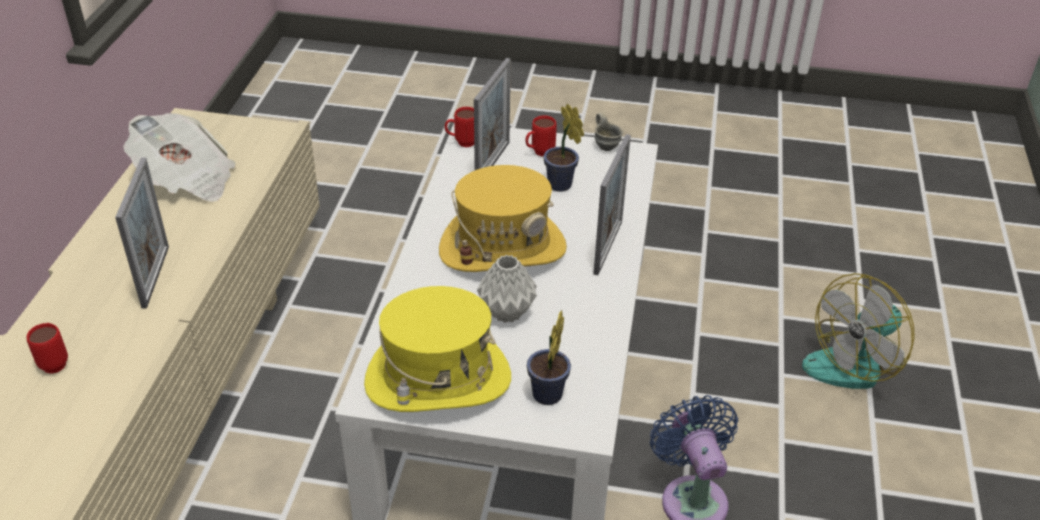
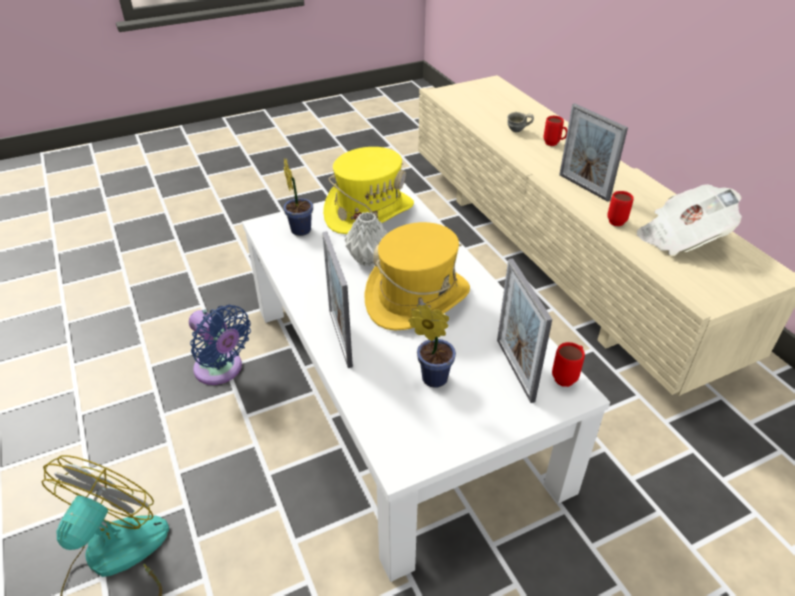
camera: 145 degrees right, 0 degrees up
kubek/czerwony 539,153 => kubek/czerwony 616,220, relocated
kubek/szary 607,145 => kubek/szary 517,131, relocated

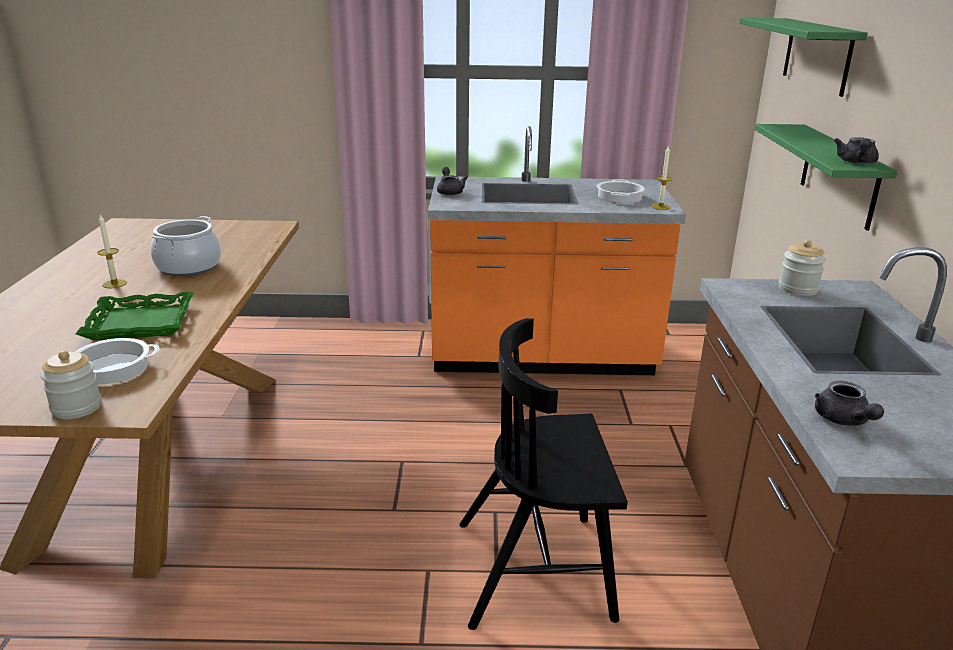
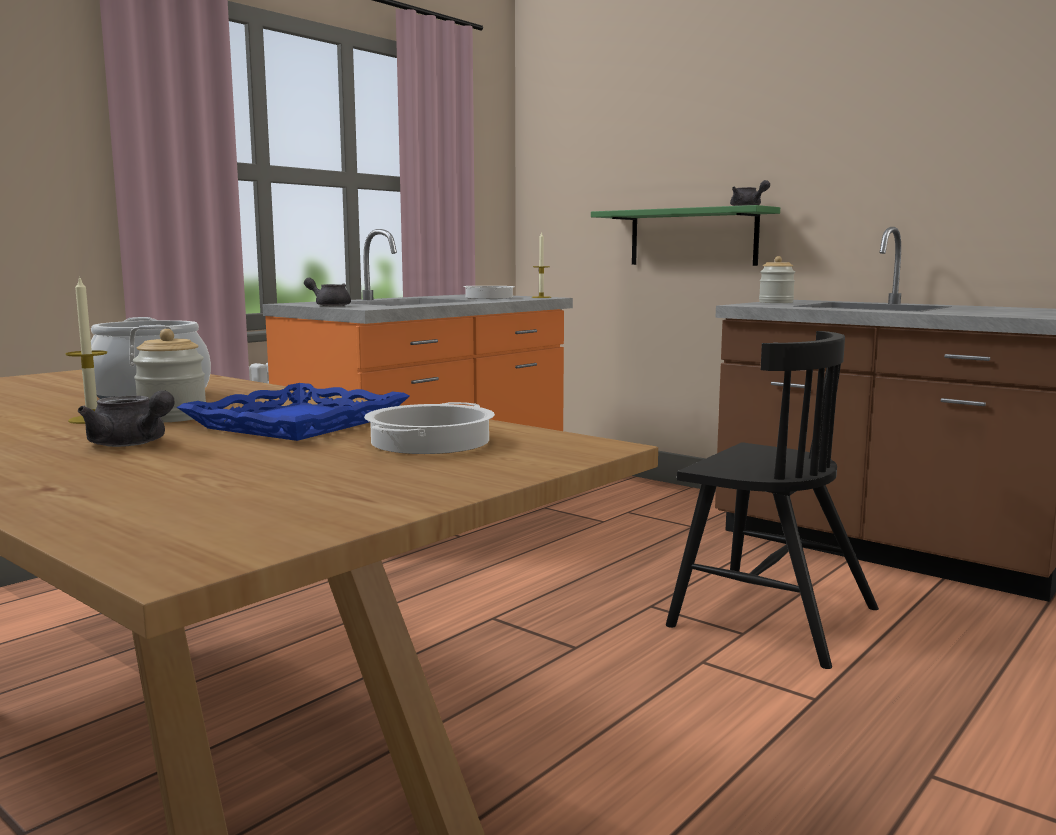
camera: 50 degrees left, 15 degrees down
półka/zielony 817,55 => nothing
słoik 76,407 => słoik 173,417, relocated
imbryk/szary 843,420 => imbryk/szary 132,444, relocated
taca/zielony 140,323 => taca/niebieski 298,423
krzesło/czarny 544,567 => krzesło/czarny 762,614, 90 degrees counterclockwise

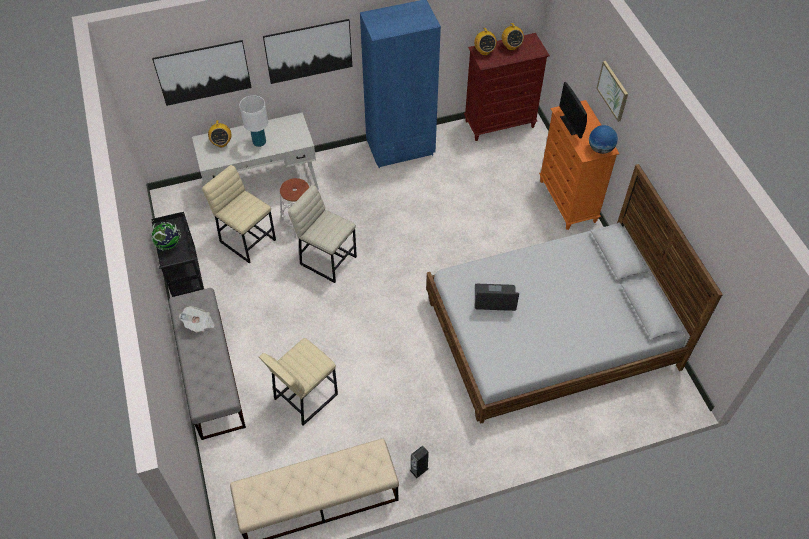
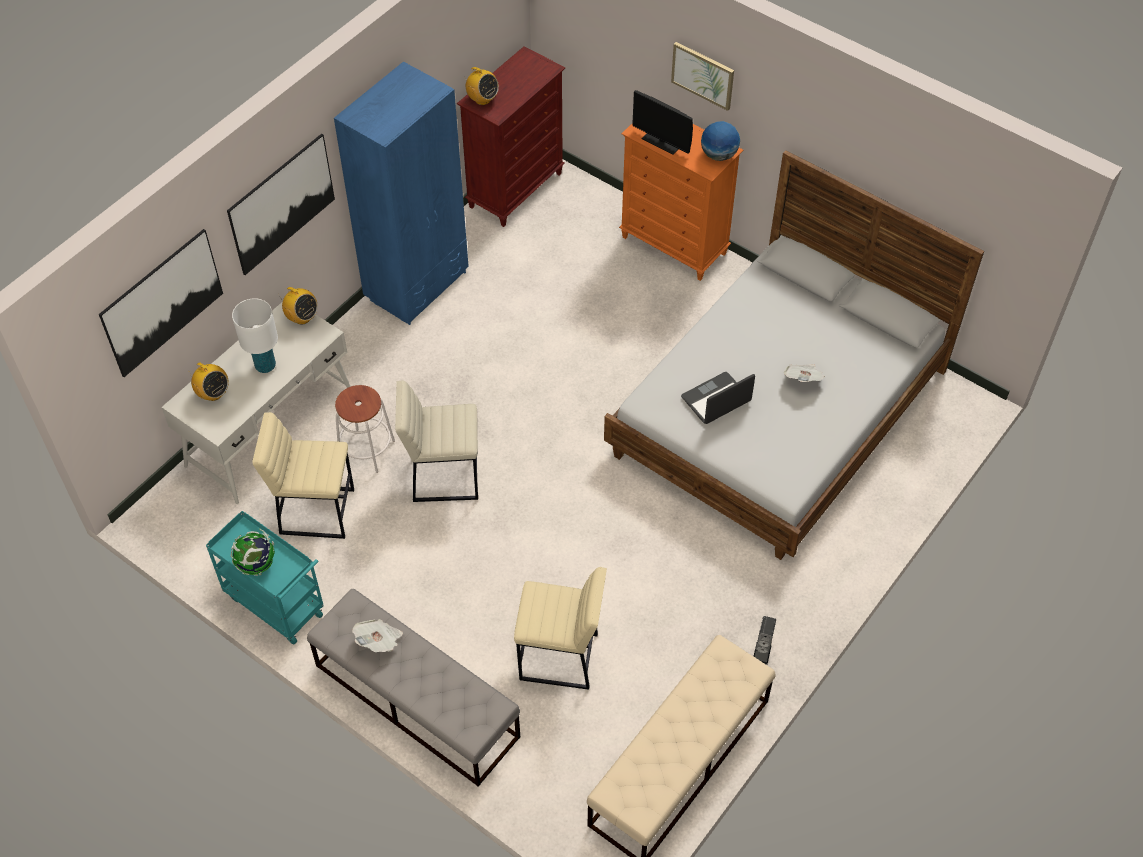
camera: 35 degrees left, 0 degrees up
nothing => gazeta 803,379
radio 511,46 => radio 302,318, relocated
wózek/czarny 186,280 => wózek/turkusowy 278,608
krzesło/beżowy 304,397 => krzesło/beżowy 561,657, 90 degrees counterclockwise

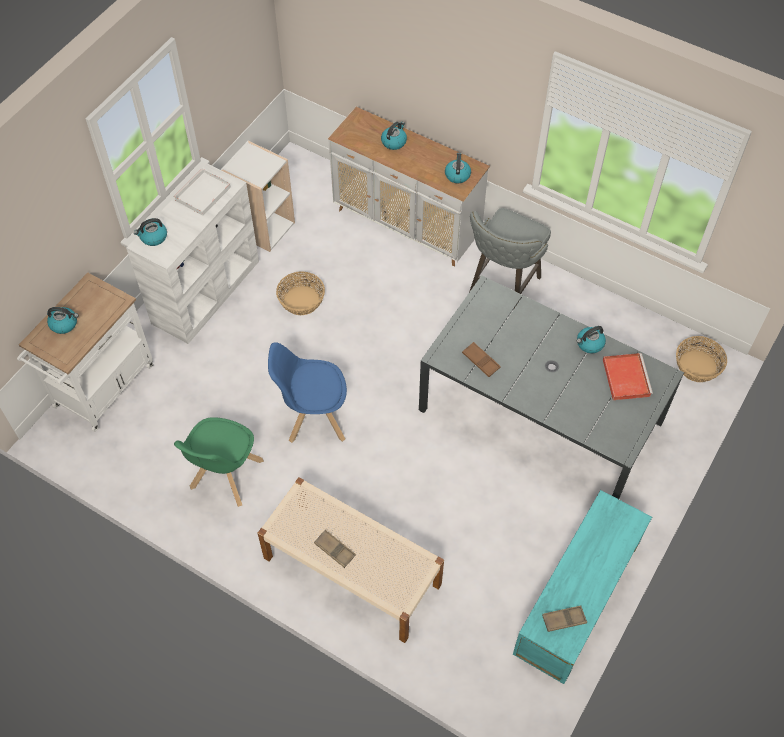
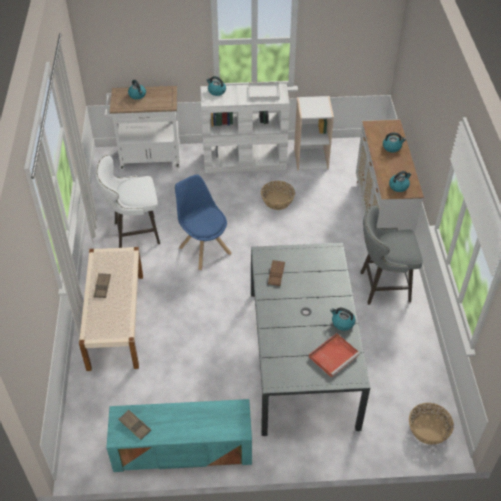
camera: 55 degrees right, 10 degrees down
krzesło/zielony 225,477 => stołek/biały 134,233

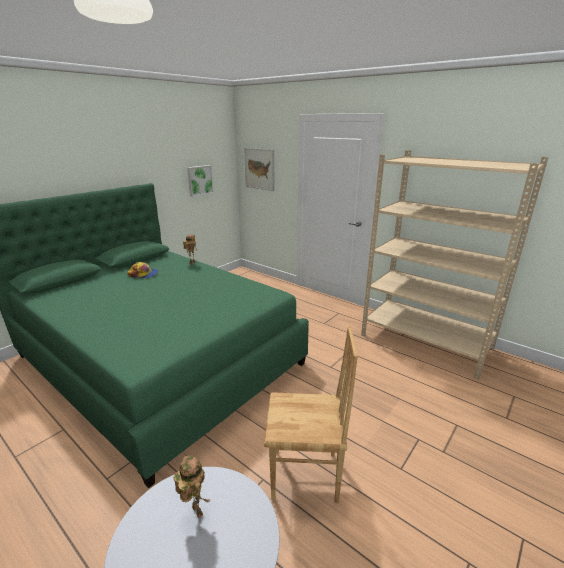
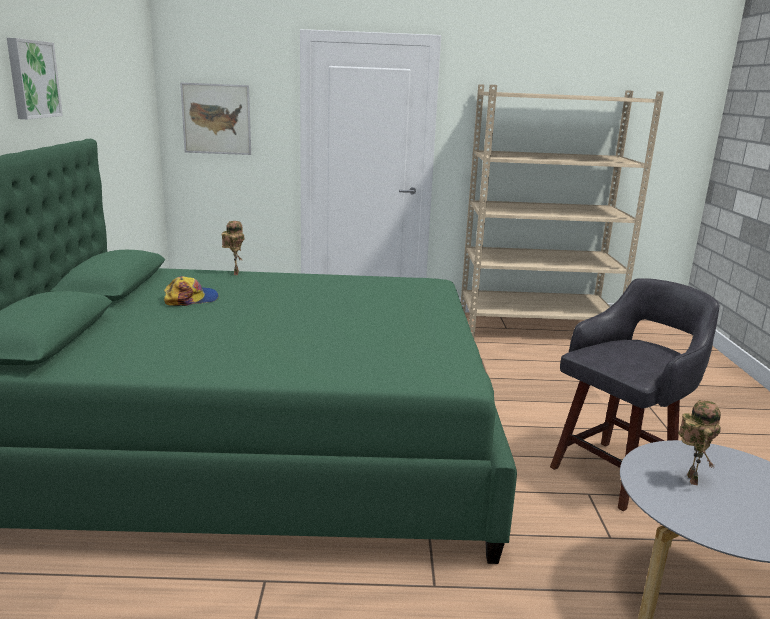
camera: 40 degrees left, 5 degrees down
obraz 199,180 => obraz 32,79, relocated
krzesło/brązowy 305,476 => stołek/szary 617,473
robot zabawkowy 195,511 => robot zabawkowy 689,478, 90 degrees clockwise

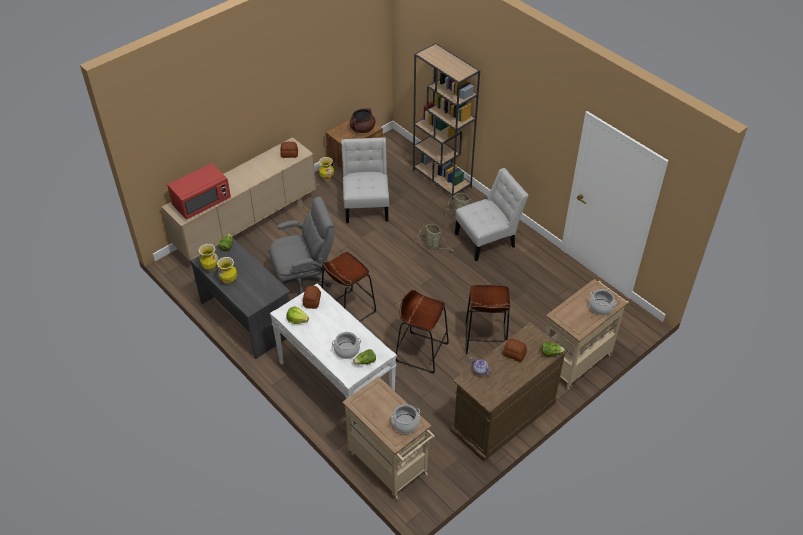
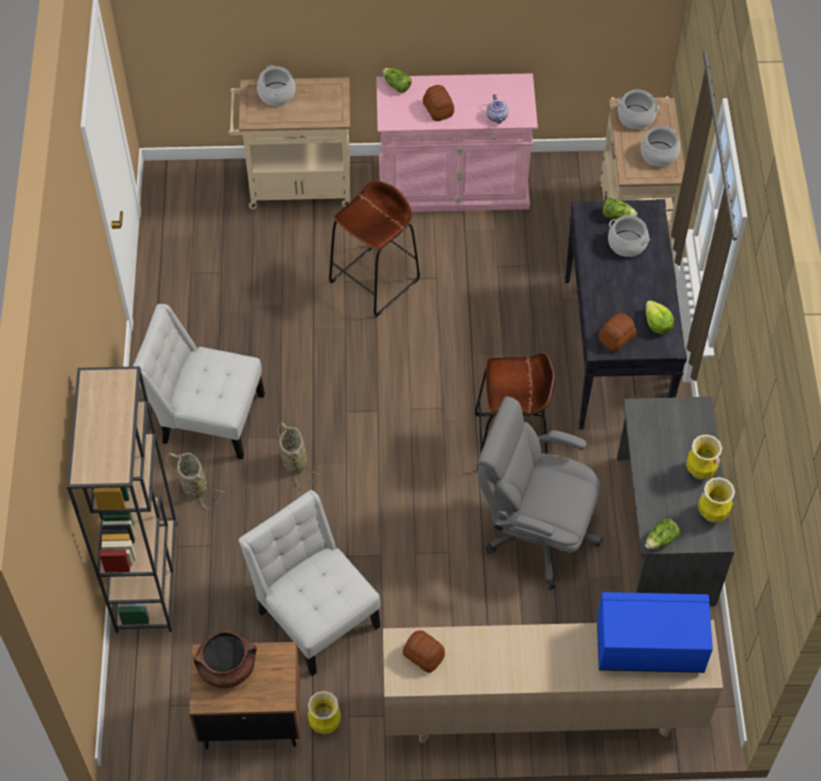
camera: 140 degrees left, 10 degrees up
stołek/brązowy 421,352 => nothing
nothing => garnek 659,154
mikrofalówka/czerwony 202,202 => mikrofalówka/niebieski 649,647
stolik konsolowy/biały 335,382 => stolik konsolowy/czarny 615,352
komoda/brązowy 503,416 => komoda/różowy 453,184
krzesło/biały 366,205 => krzesło/biały 315,613, 105 degrees clockwise

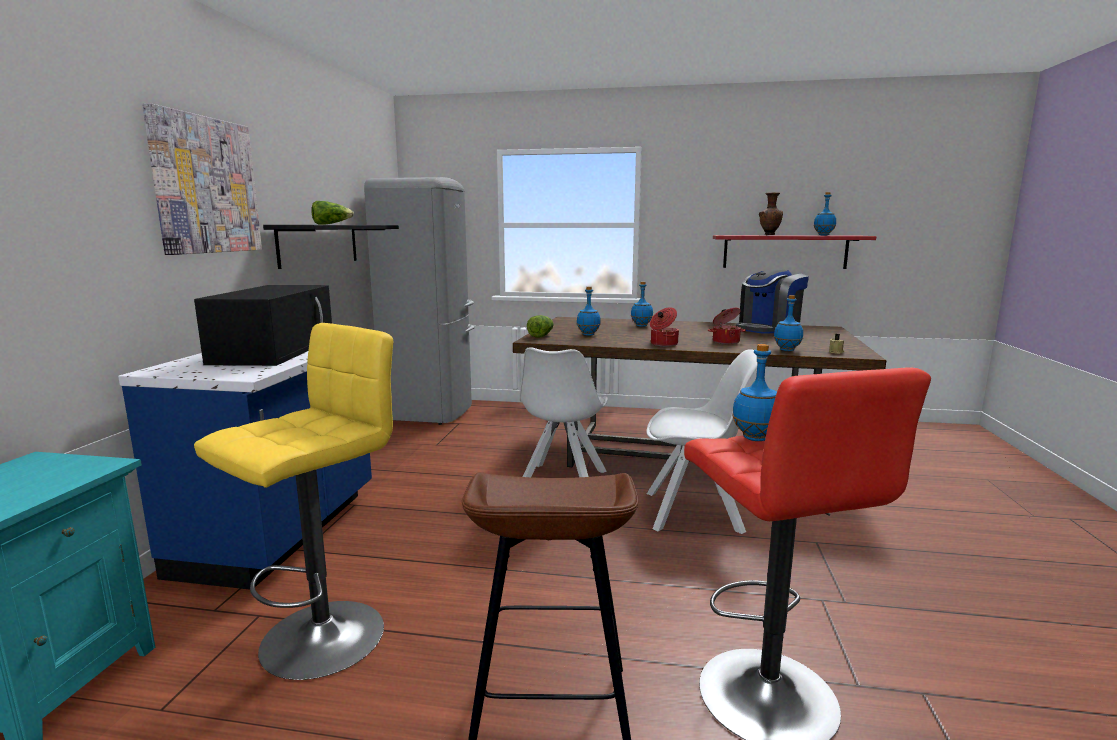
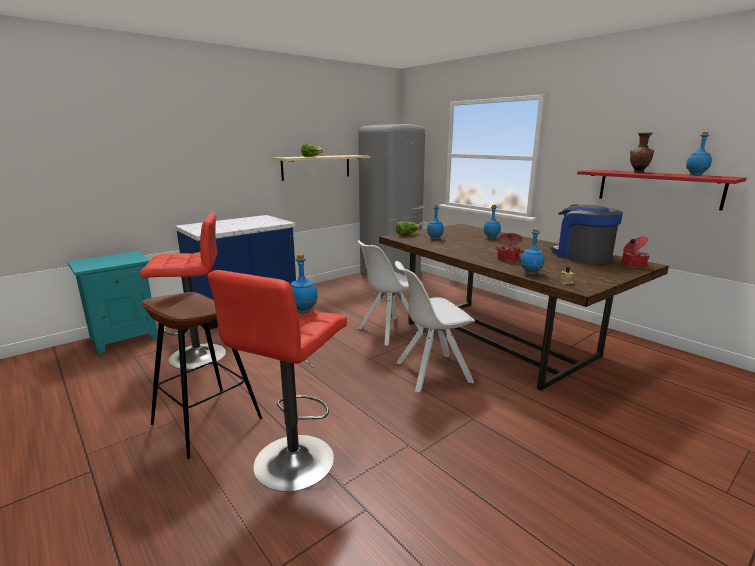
camera: 40 degrees right, 5 degrees up
obraz 206,185 => nothing
mikrofalówka/czarny 275,350 => nothing
garnek 663,344 => garnek 632,265, relocated
stołek/żółty 325,638 => stołek/czerwony 198,356
półka/czarny 319,244 => półka/beżowy 316,167
krzesło/biały 695,512 => krzesło/biały 431,372, 120 degrees clockwise
ekspres do kawy 768,329 => ekspres do kawy 582,256, 60 degrees clockwise

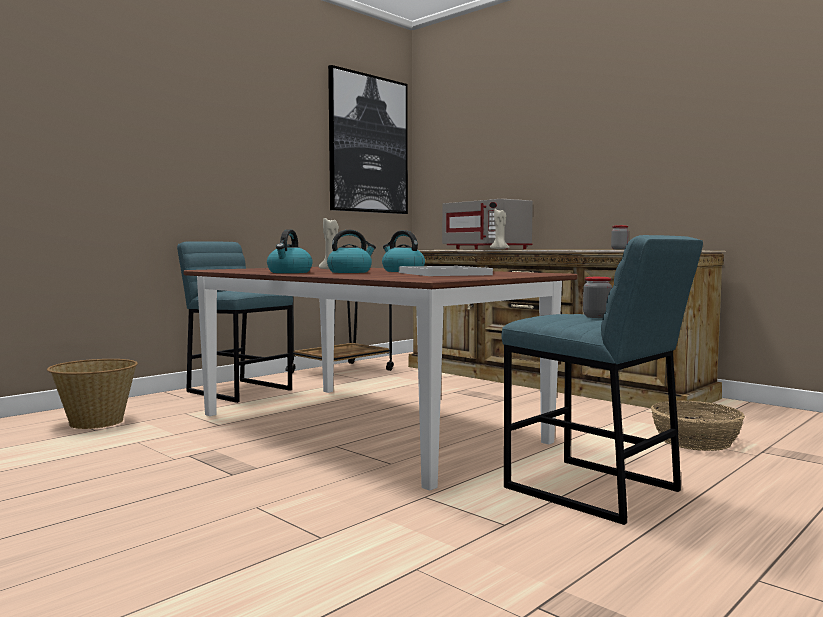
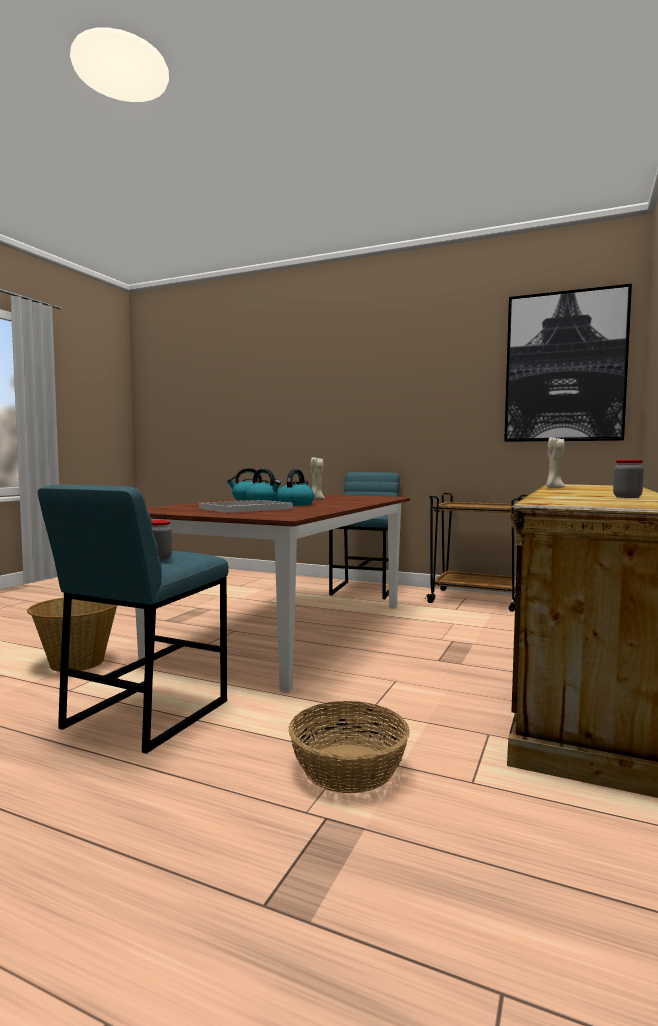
camera: 70 degrees right, 0 degrees up
mikrofalówka/szary 486,249 => nothing
koszyk 95,422 => koszyk 76,663, relocated

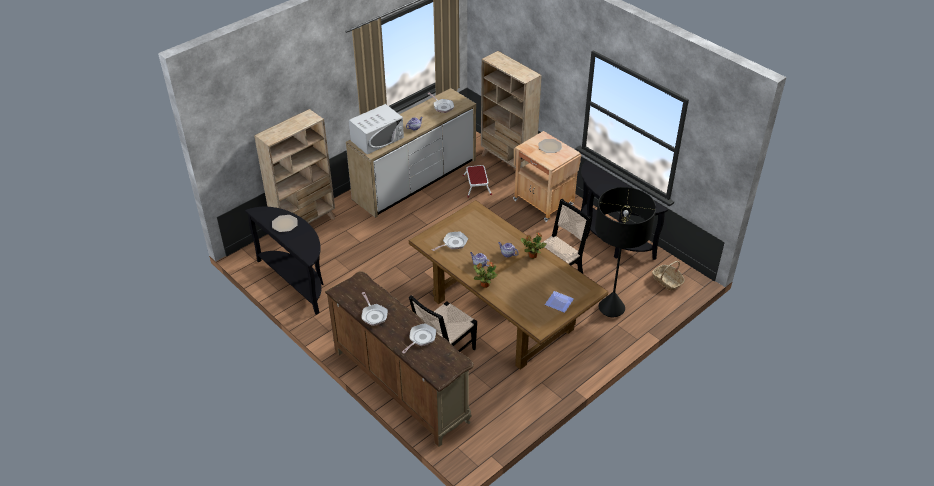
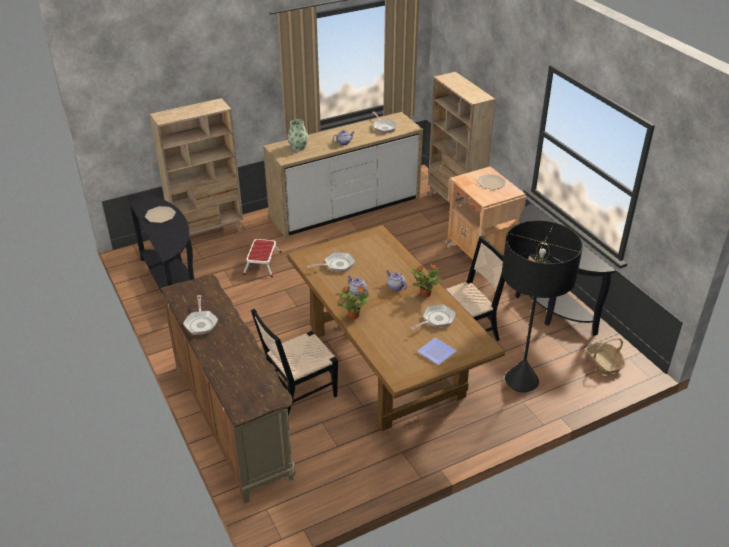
camera: 15 degrees right, 5 degrees down
patelnia 421,338 => patelnia 436,320, relocated
drabinka/czerwony 477,185 => drabinka/czerwony 262,263, relocated
mikrofalówka/biały 377,139 => wazon 298,147

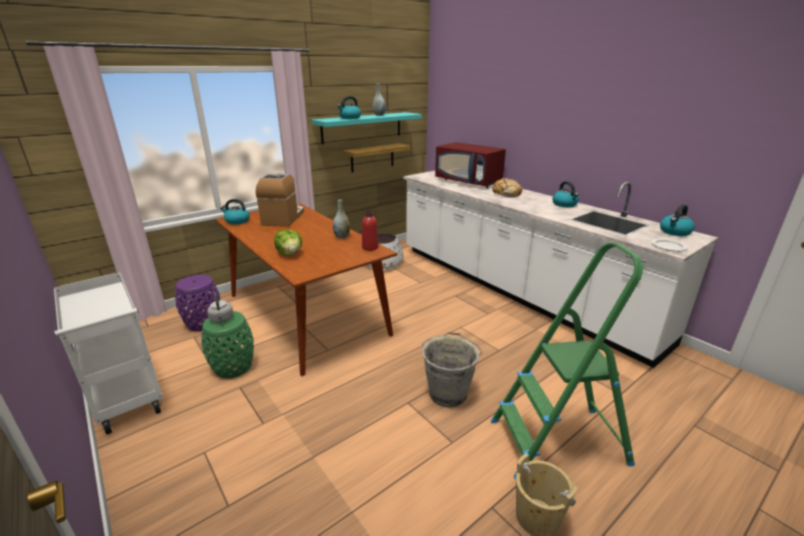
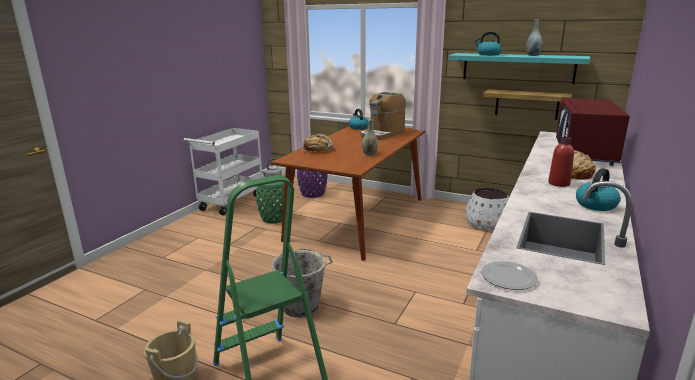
camera: 65 degrees right, 5 degrees down
czajnik 675,232 => nothing
butelka/czerwony 370,247 => butelka/czerwony 559,183, relocated
sałata 290,254 => chleb 318,150
ekspres do kawy 283,218 => ekspres do kawy 382,134, 150 degrees clockwise

